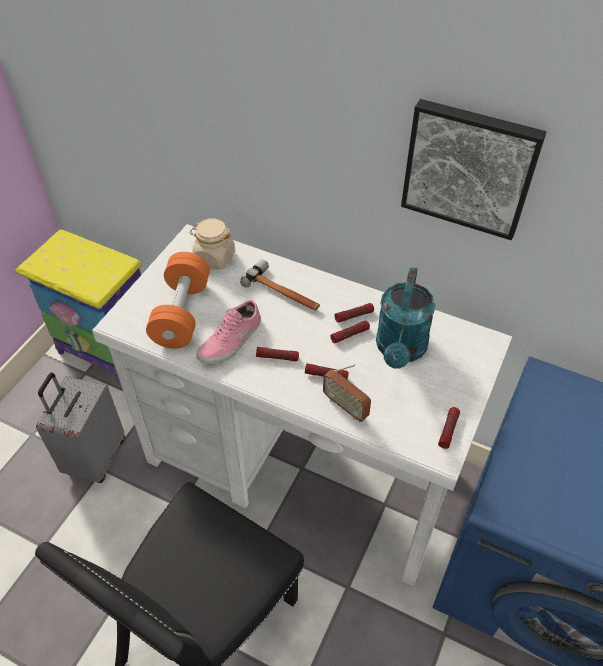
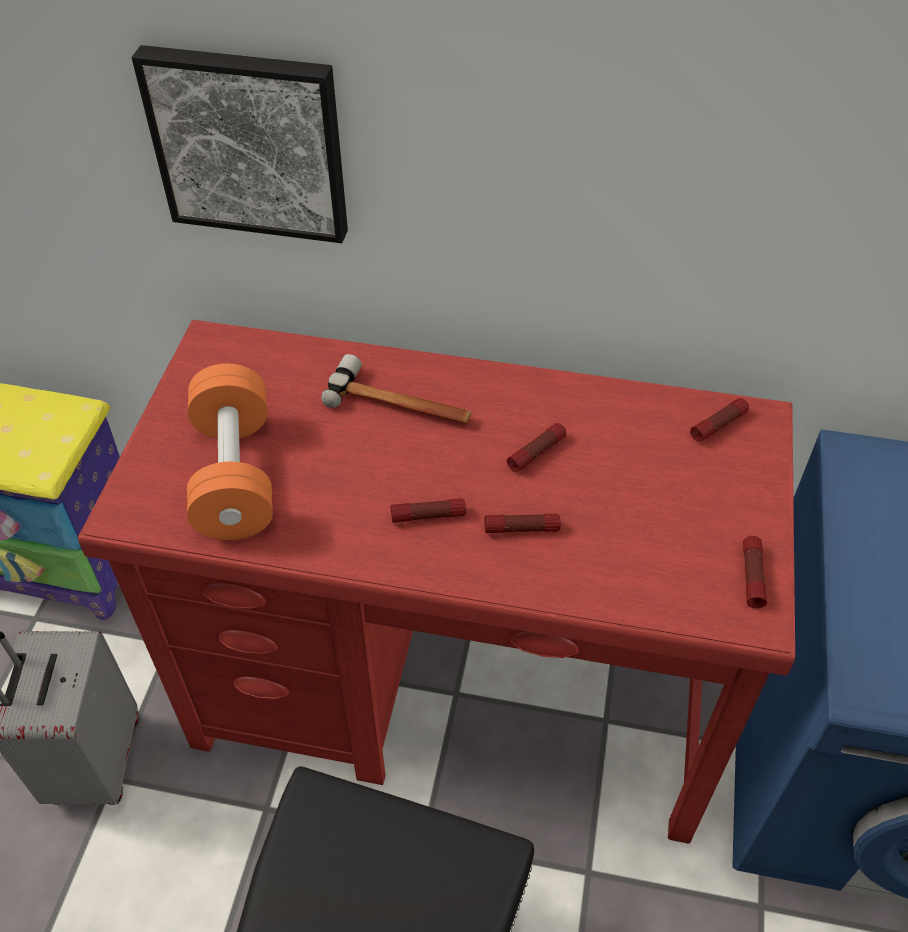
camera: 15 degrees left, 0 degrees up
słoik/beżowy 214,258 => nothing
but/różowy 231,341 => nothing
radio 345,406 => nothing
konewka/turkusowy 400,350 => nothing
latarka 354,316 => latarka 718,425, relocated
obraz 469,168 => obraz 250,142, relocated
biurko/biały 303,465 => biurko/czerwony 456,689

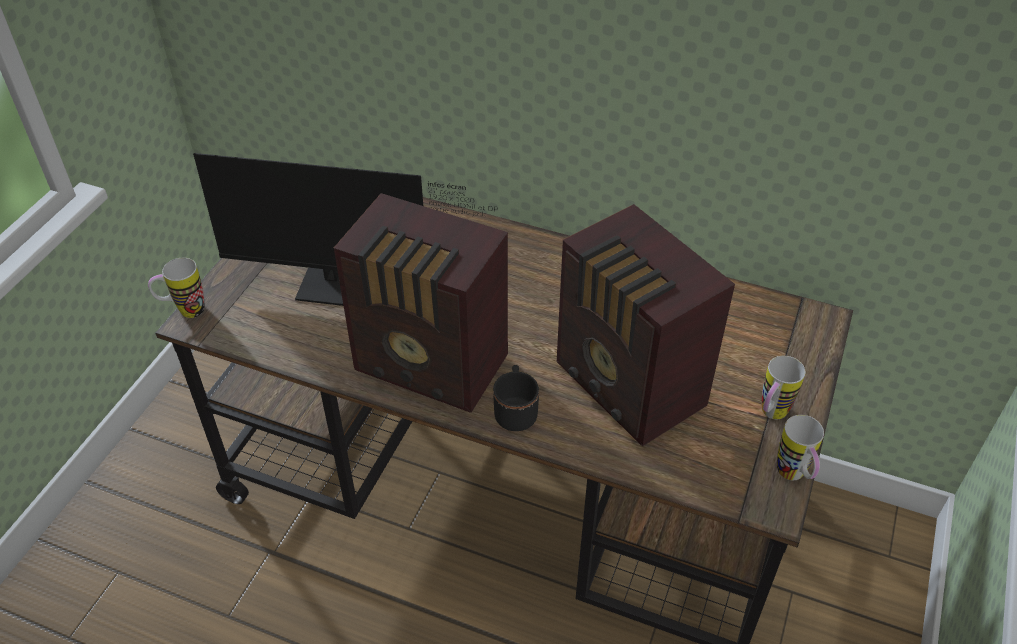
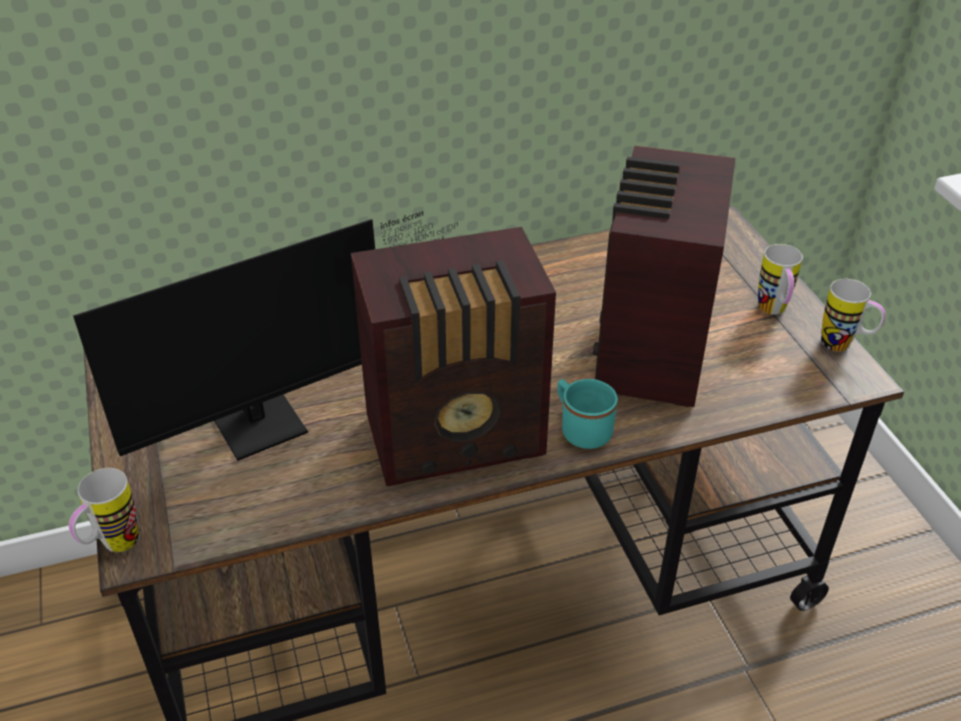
camera: 40 degrees left, 5 degrees down
kubek/czarny 516,411 => kubek/turkusowy 581,429
radio 629,388 => radio 649,354, 90 degrees clockwise

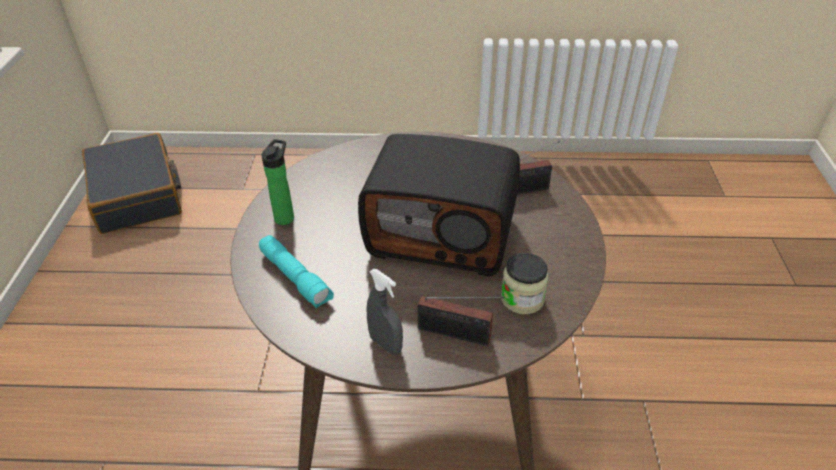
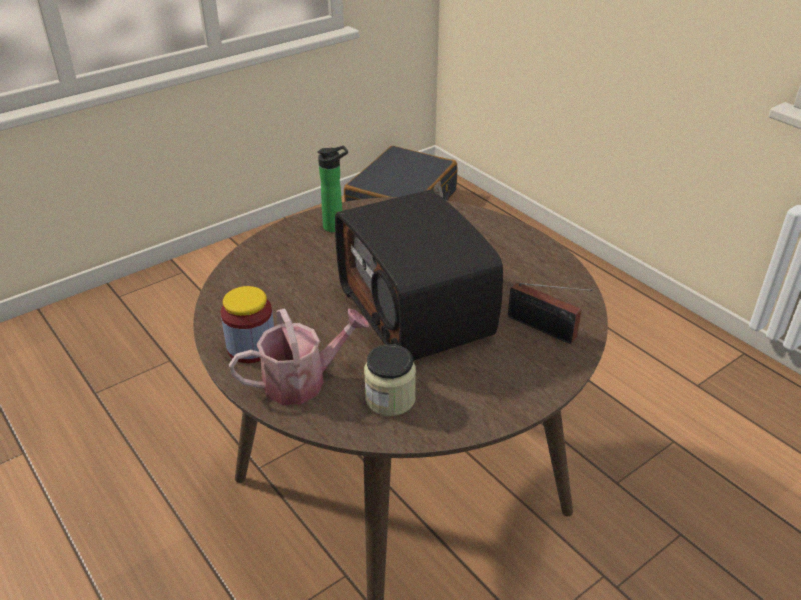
camera: 50 degrees right, 5 degrees down
latarka/turkusowy 296,278 => nothing
spryskiwacz/szary 385,344 => słoik 251,347
radio 458,334 => konewka 303,381

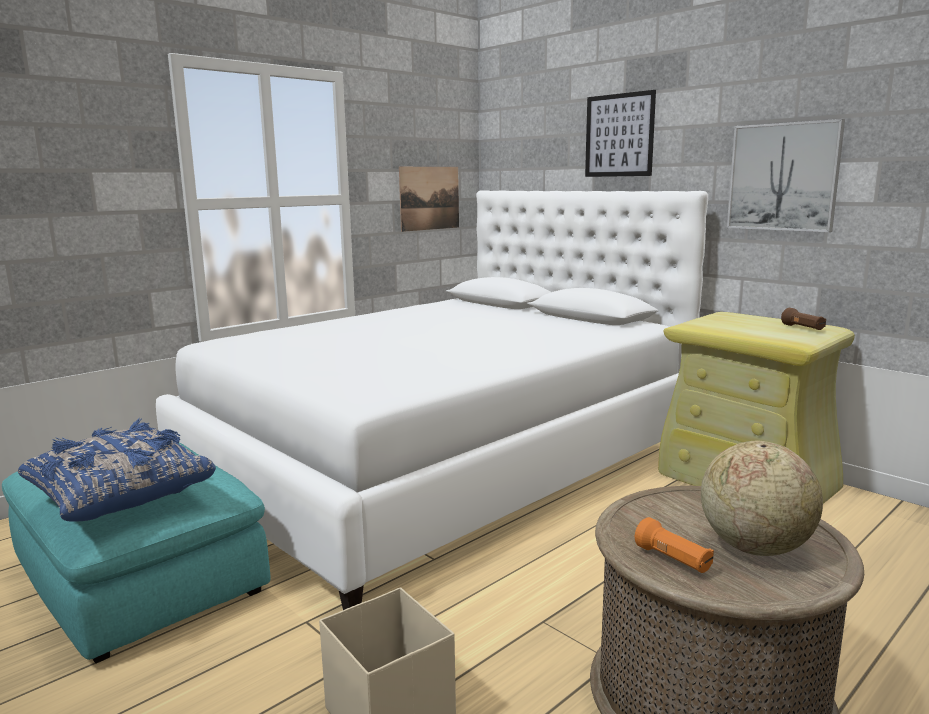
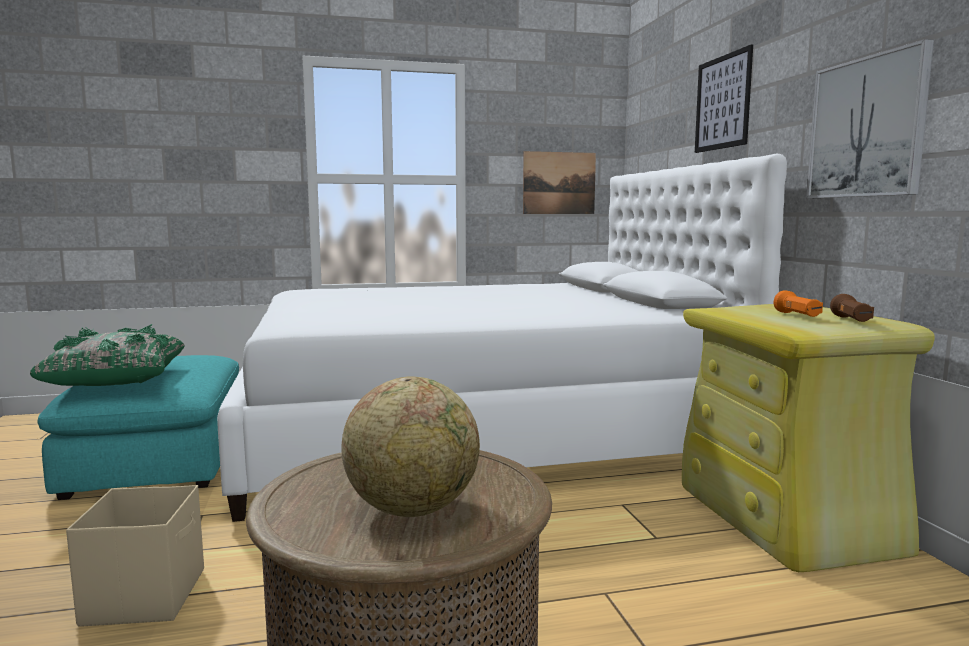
camera: 30 degrees right, 5 degrees down
latarka/pomarańczowy 673,560 => latarka/pomarańczowy 797,316, relocated
poduszka/niebieski 121,498 => poduszka/zielony 117,381

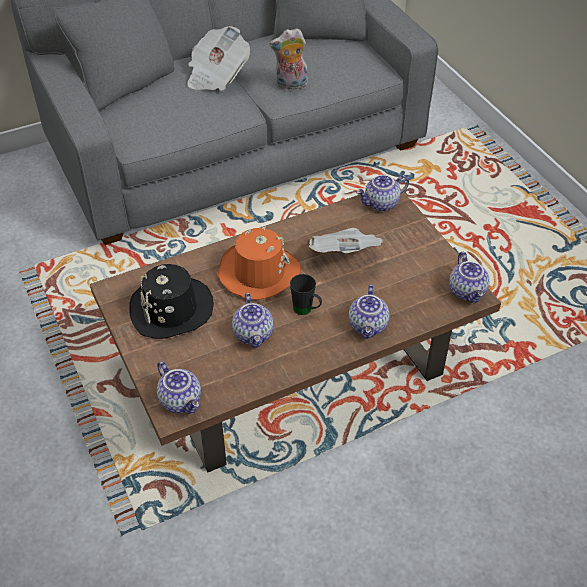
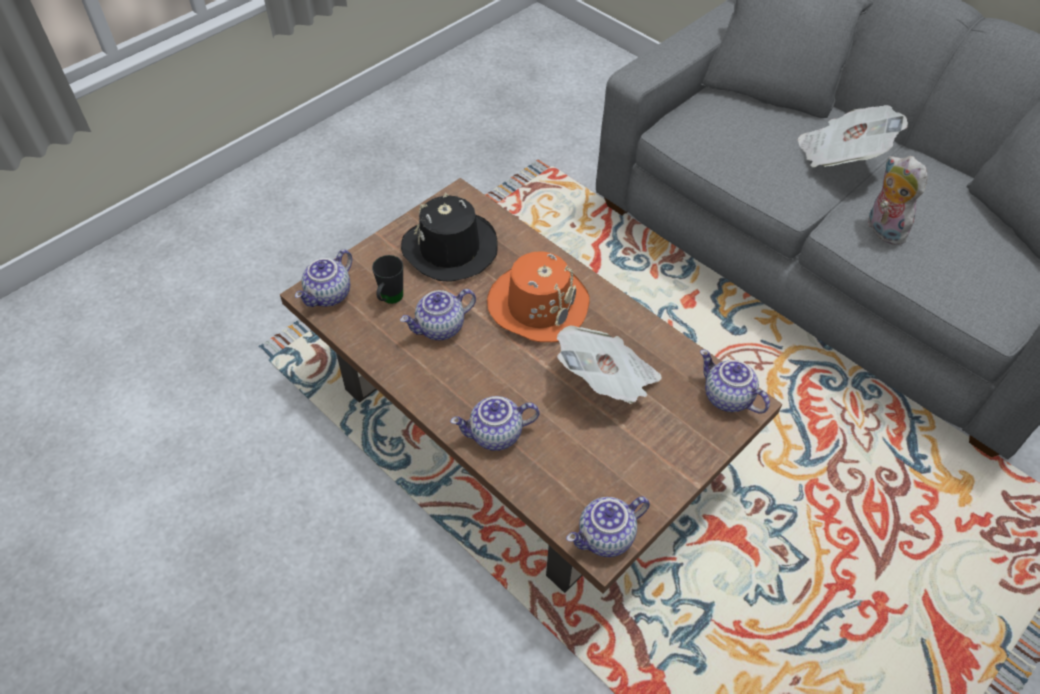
camera: 70 degrees right, 5 degrees up
kubek/czarny 306,310 => kubek/czarny 389,300, relocated

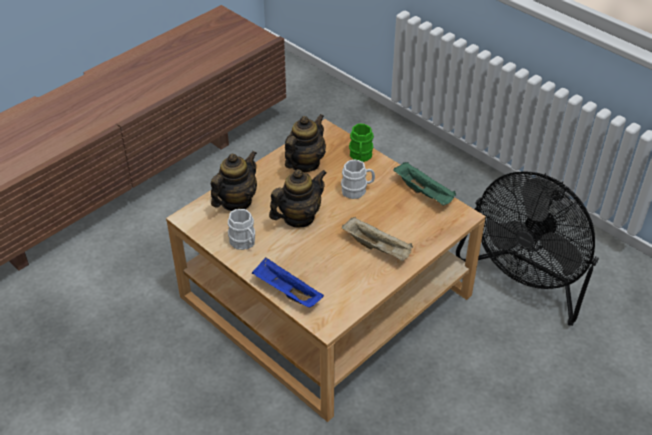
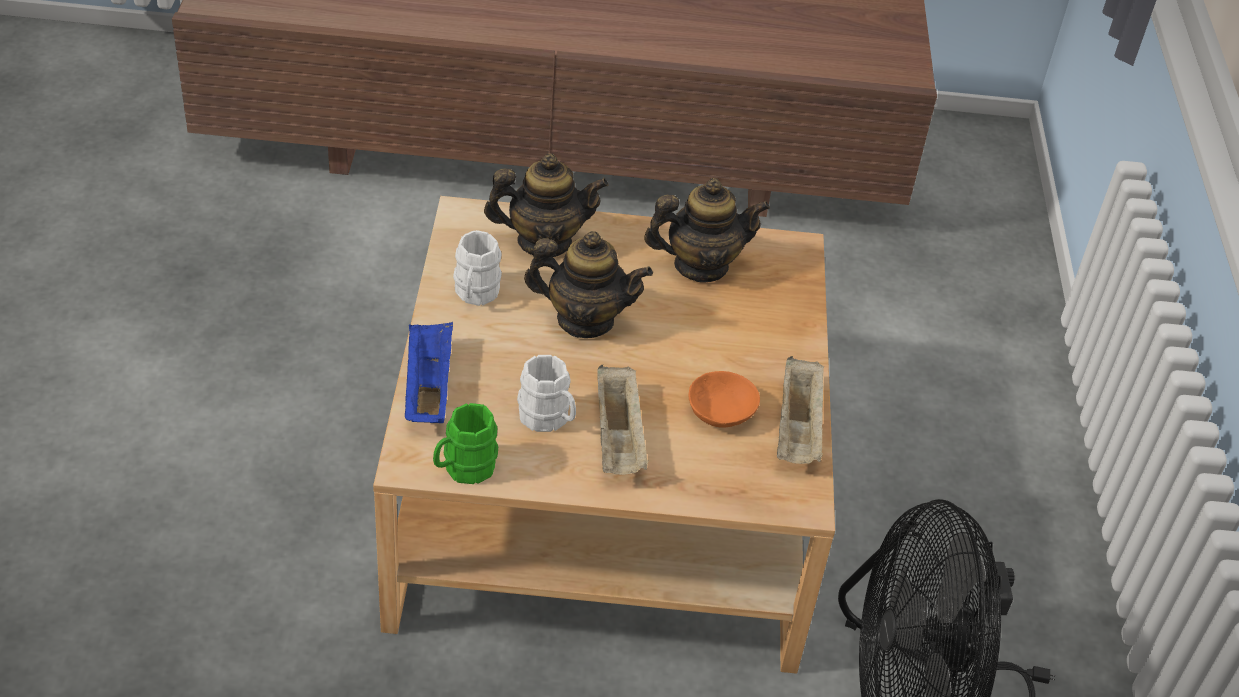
camera: 45 degrees right, 0 degrees up
nothing => miska/pomarańczowy 721,413
kubek/biały 357,190 => kubek/biały 548,419, relocated
kubek/zielony 360,156 => kubek/zielony 464,468, relocated
taca/zielony 424,193 => taca/beżowy 798,429

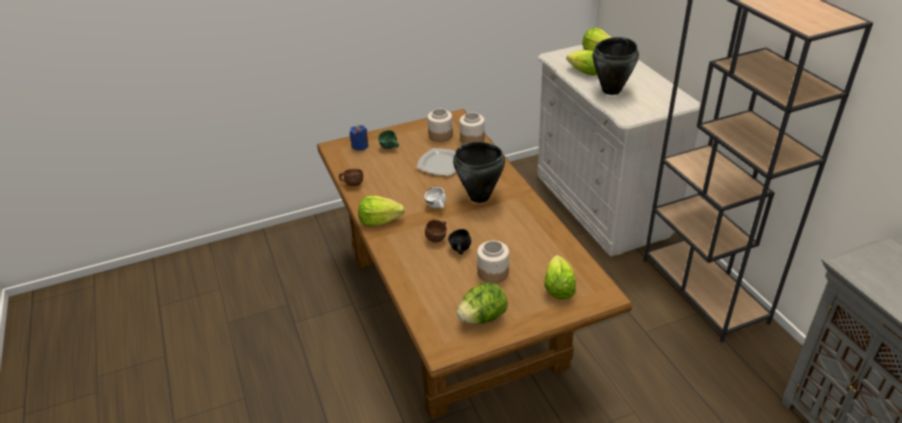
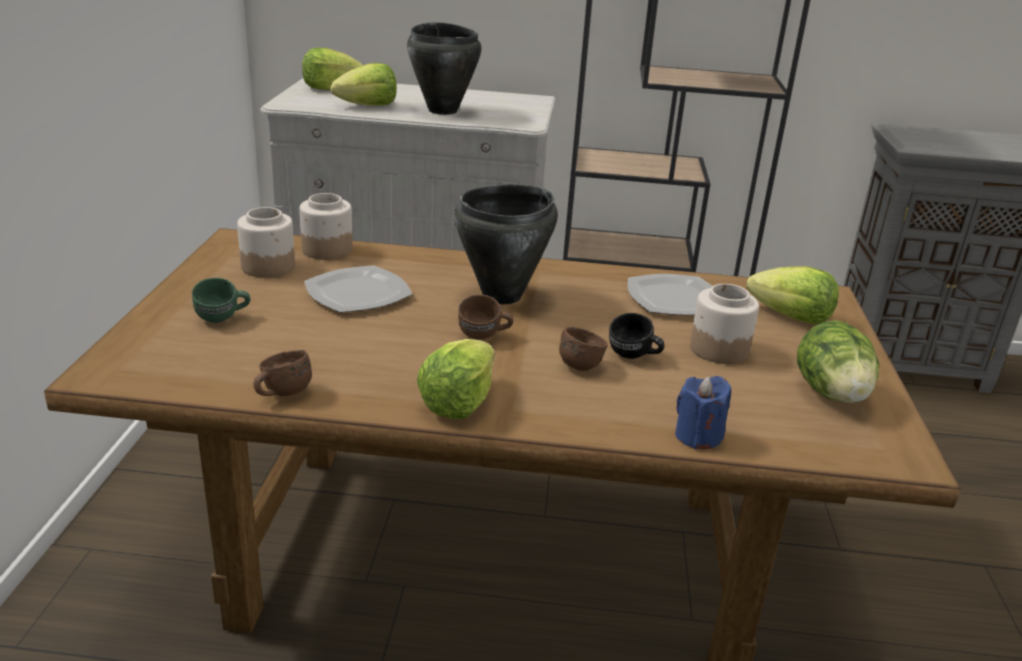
camera: 65 degrees left, 10 degrees down
nothing => talerz 675,299
świeca/niebieski 360,146 => świeca/niebieski 698,436, relocated
kubek/biały 436,207 => kubek/brązowy 484,337

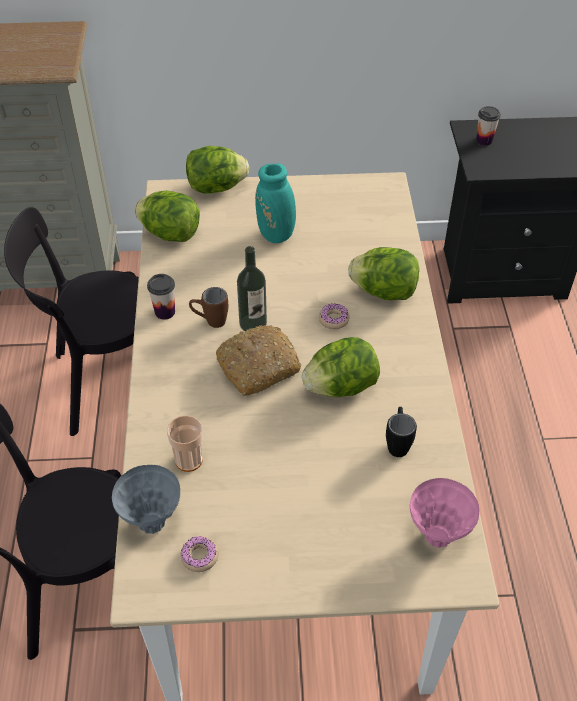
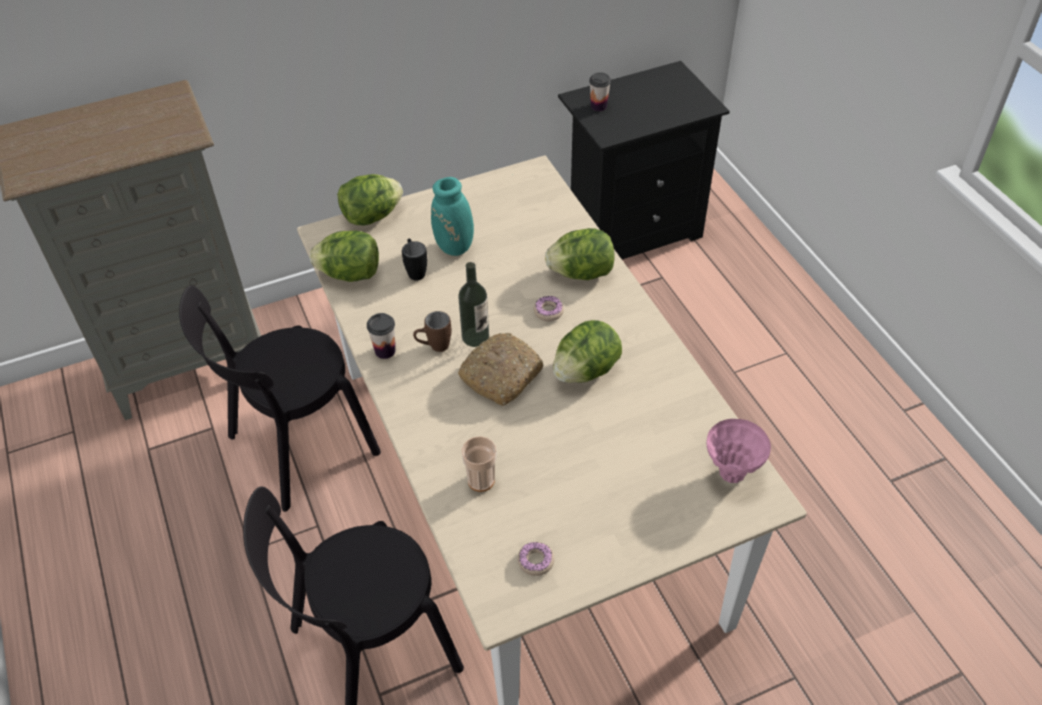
camera: 20 degrees left, 0 degrees up
wazon/szary 152,522 => nothing
kubek/czarny 397,443 => kubek/czarny 415,270, relocated

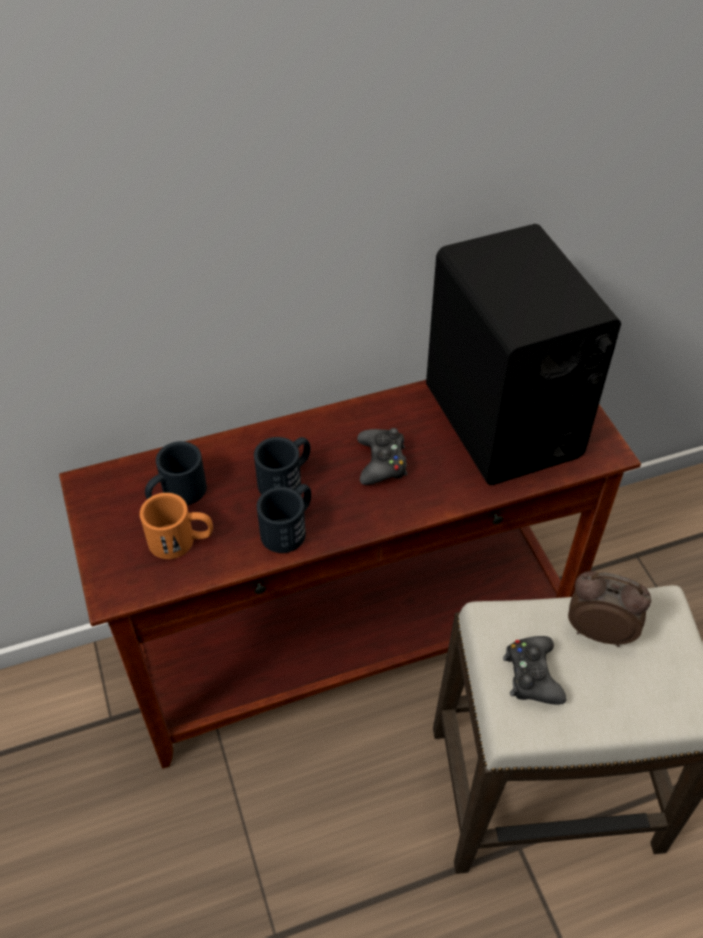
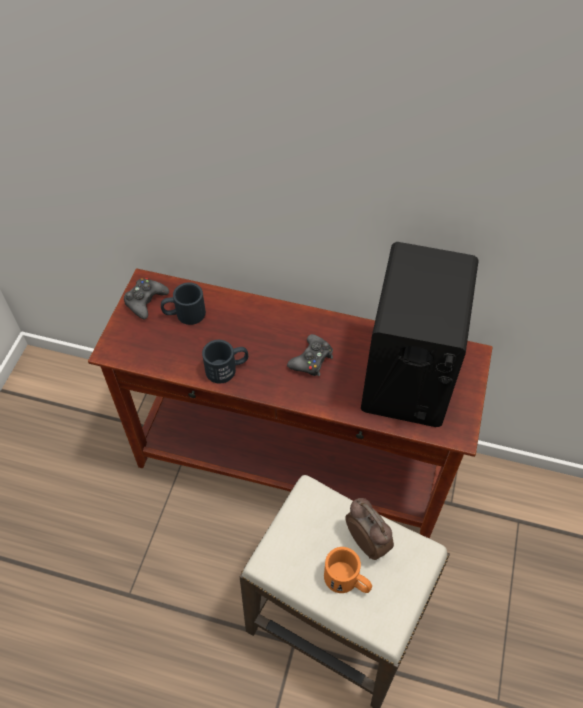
camera: 35 degrees right, 5 degrees up
kubek/czarny 286,478 => nothing
kubek/pomarańczowy 181,540 => kubek/pomarańczowy 347,580, relocated
pad do gier/czarny 532,675 => pad do gier/czarny 145,301, relocated

